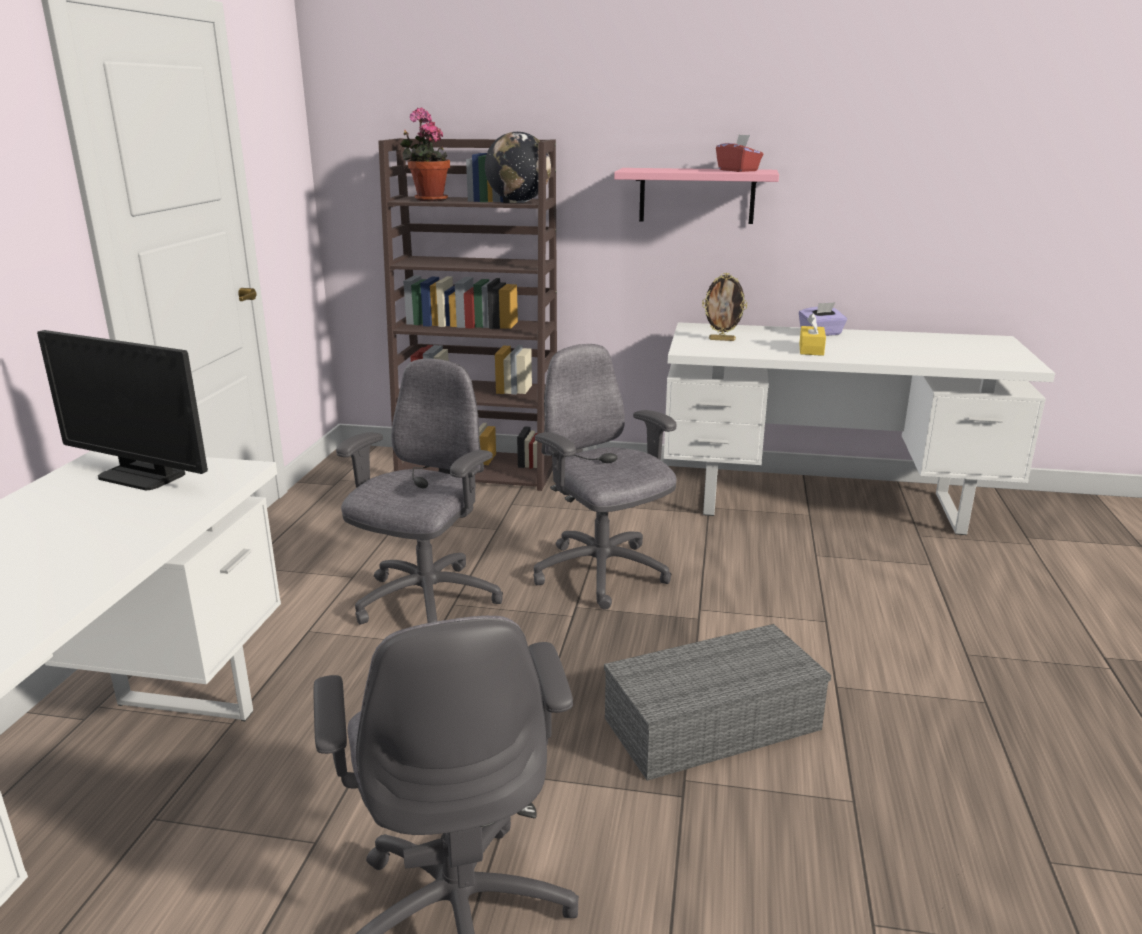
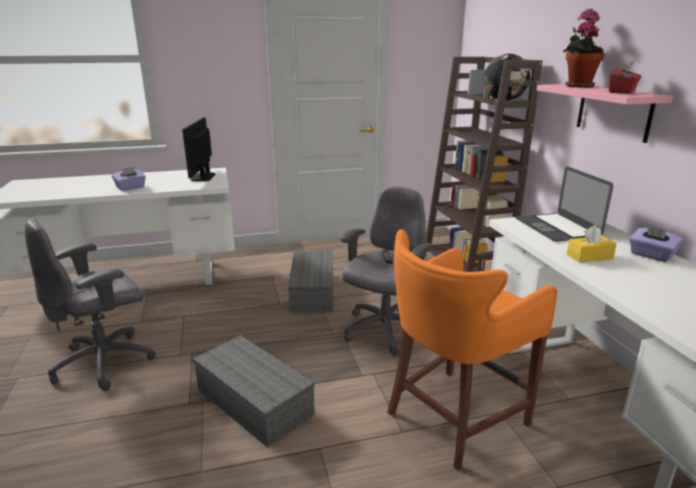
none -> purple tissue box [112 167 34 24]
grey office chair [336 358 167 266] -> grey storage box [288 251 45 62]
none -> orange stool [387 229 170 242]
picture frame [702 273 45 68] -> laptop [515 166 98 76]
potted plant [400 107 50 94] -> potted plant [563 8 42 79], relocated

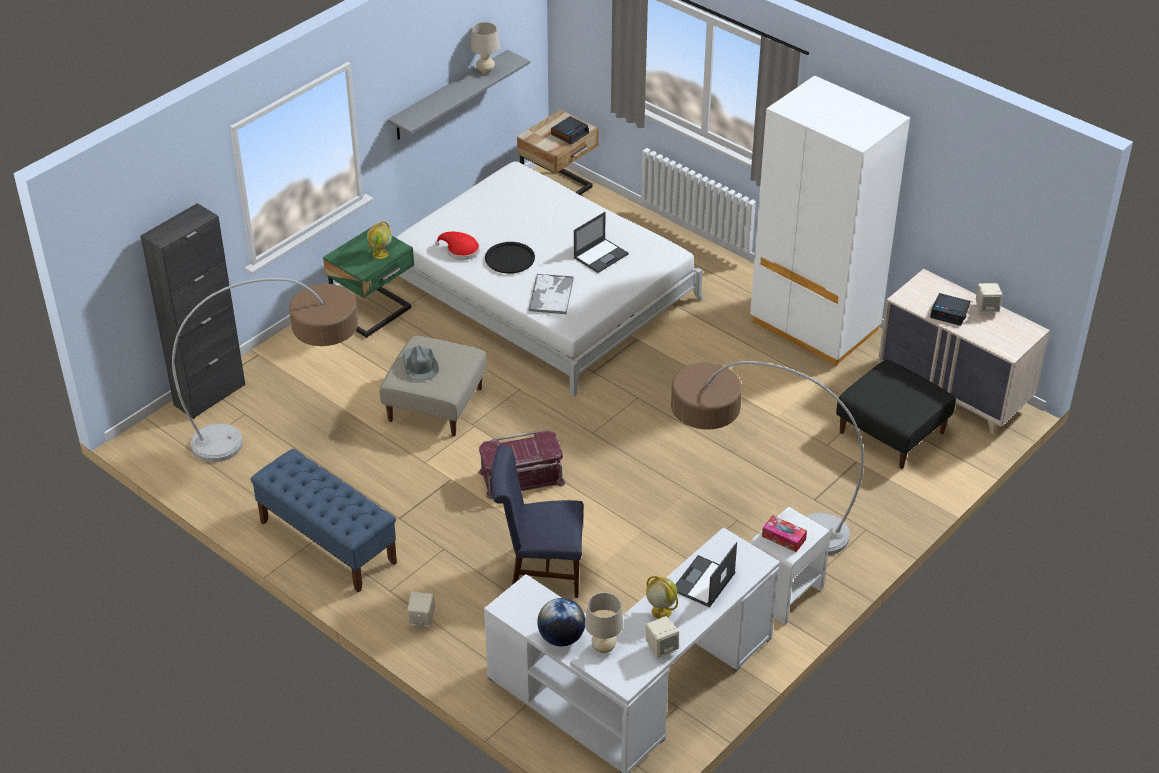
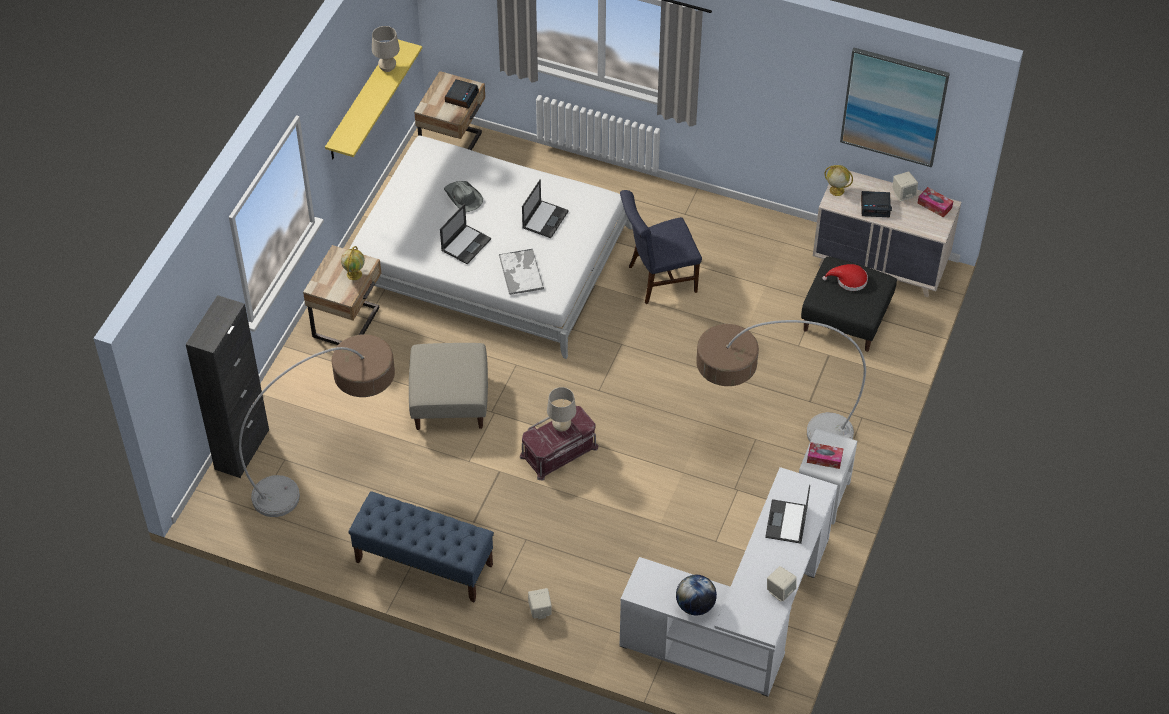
green nightstand [323 228 91 110] -> beige nightstand [303 245 78 100]
grey shelf [388 50 142 90] -> yellow shelf [325 40 97 119]
black tray [485 242 50 32] -> laptop [440 204 51 60]
grey hat [403 345 36 35] -> grey hat [444 181 39 31], relocated
beige table lamp [585 592 39 61] -> beige table lamp [547 387 29 45], relocated
blue chair [491 444 93 154] -> blue chair [620 190 82 114], relocated
red hat [435 232 44 28] -> red hat [822 264 46 27], relocated
globe [646 576 32 43] -> globe [825 165 28 31], relocated
none -> picture [840 48 110 119]
none -> tissue box [917 187 36 31]
white wardrobe [750 75 160 291] -> none

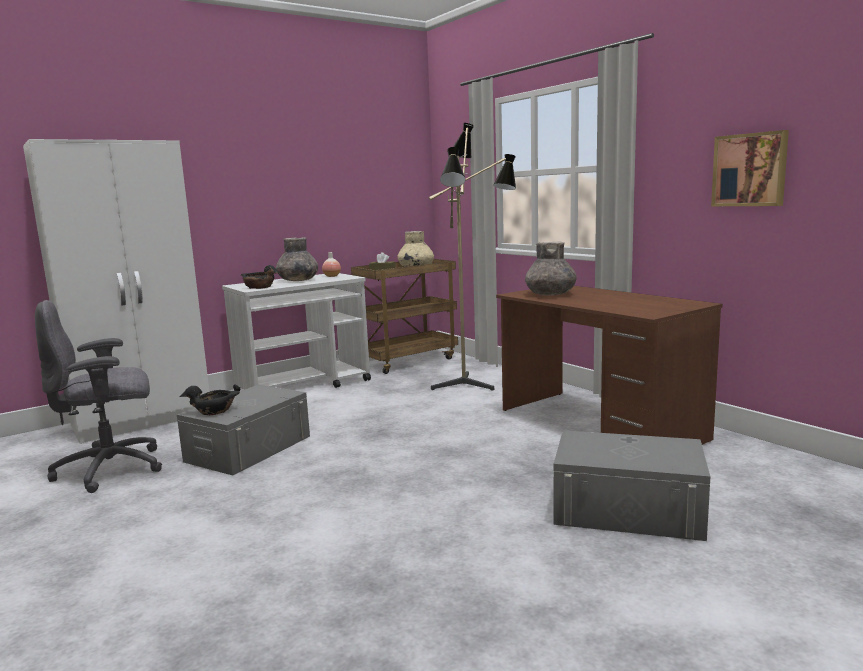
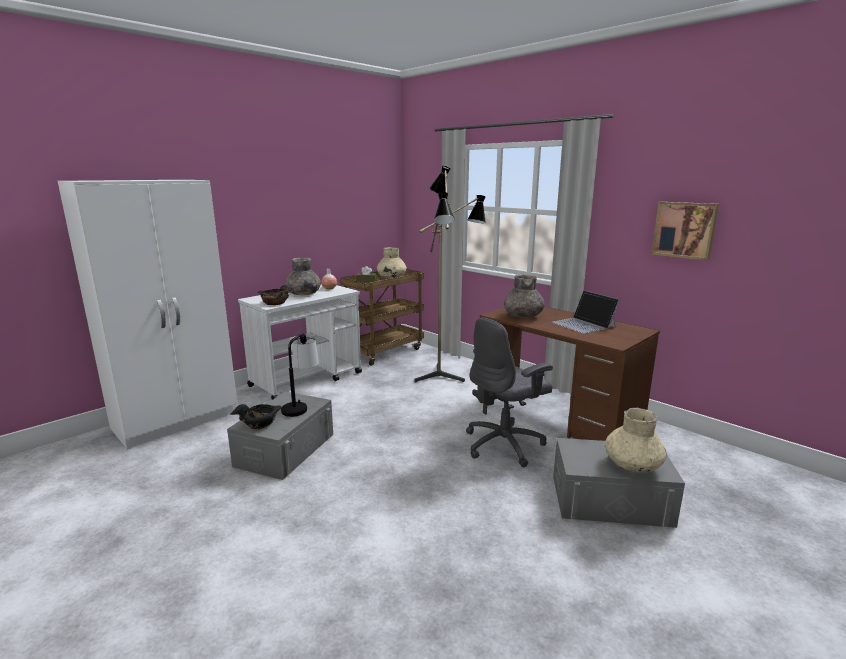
none -> table lamp [281 333 38 84]
grey office chair [35 300 127 193] -> grey office chair [466 317 87 150], relocated
none -> laptop [552 290 68 44]
none -> beige vase [605 408 62 65]

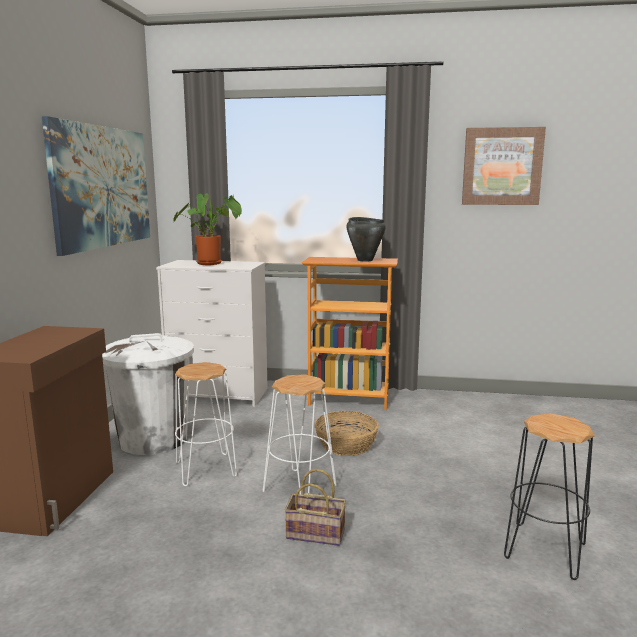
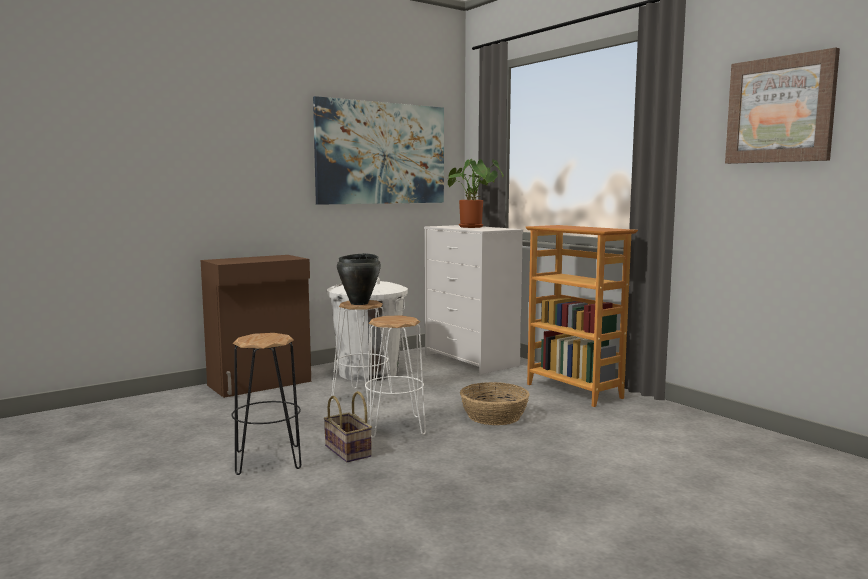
black stool [504 413 91 167] -> black stool [231 333 70 142], relocated
black cooking pot [346 217 40 44] -> black cooking pot [337 253 44 52], relocated

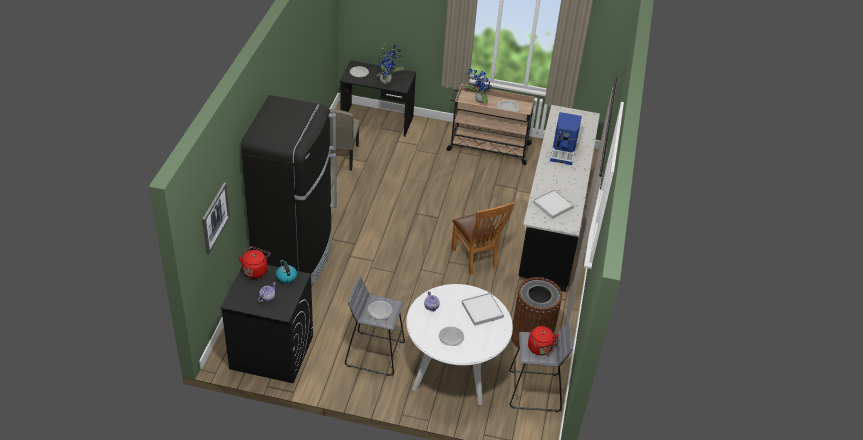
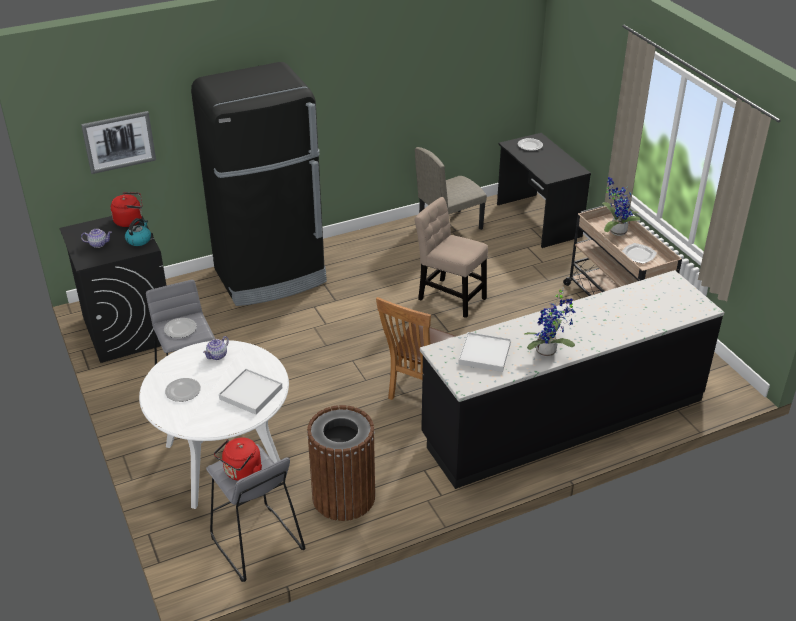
none -> beige chair [414 197 74 121]
potted plant [377 44 27 40] -> potted plant [524 287 51 70], relocated
coffee machine [550 112 32 53] -> none

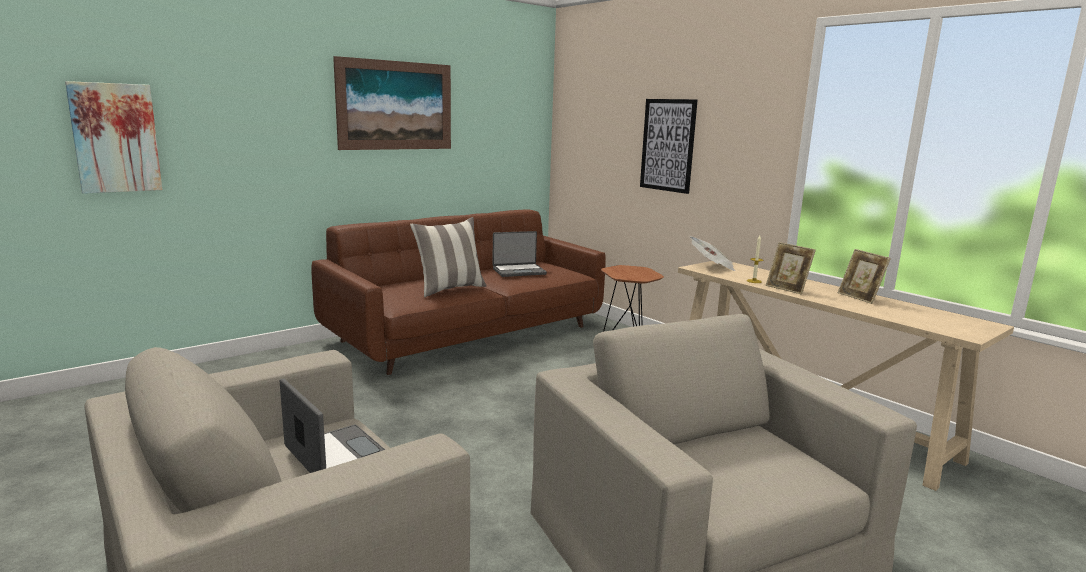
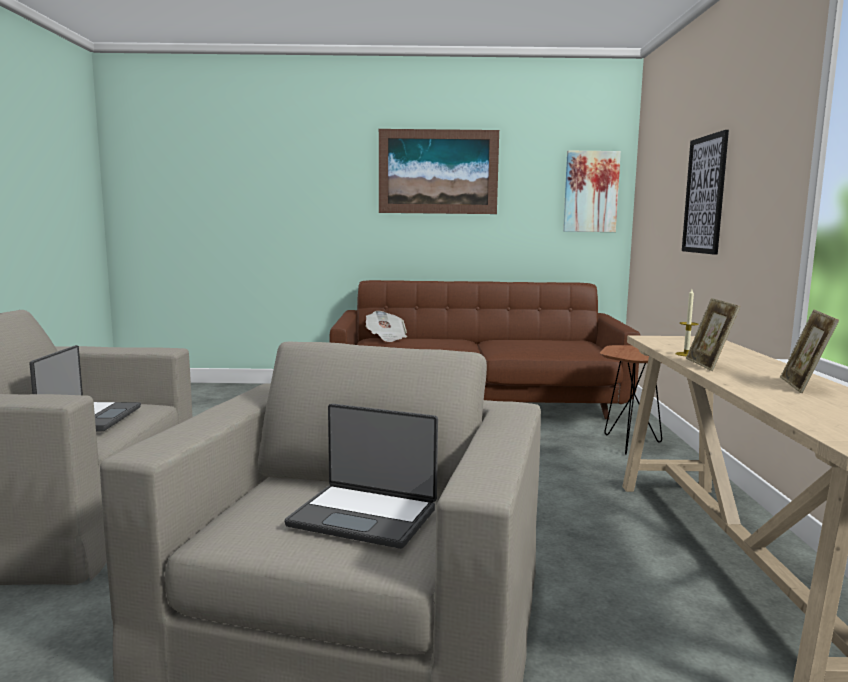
laptop [492 231 55 46] -> laptop [285 403 153 146], relocated
newspaper [689 236 46 35] -> newspaper [365 311 42 31], relocated
picture [65 81 97 113] -> picture [563 150 58 82], relocated
pillow [410 217 77 80] -> none

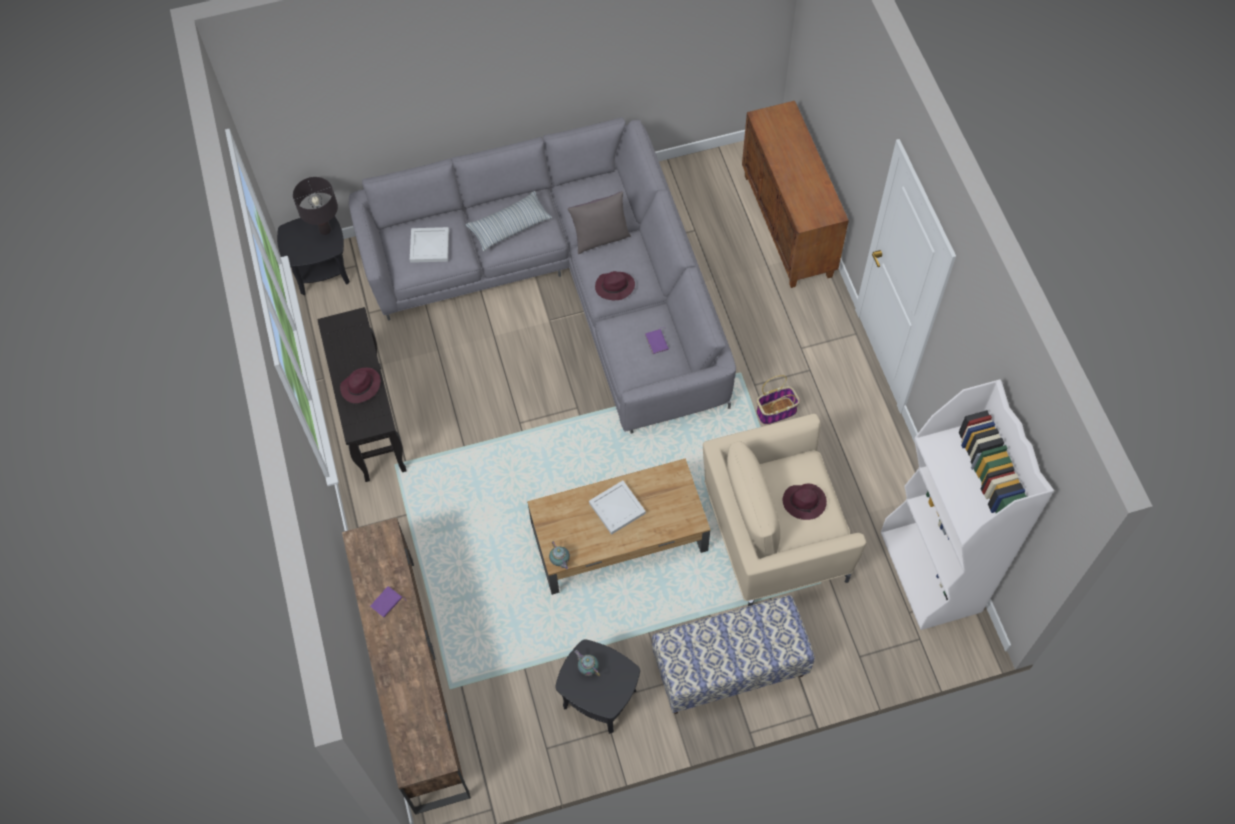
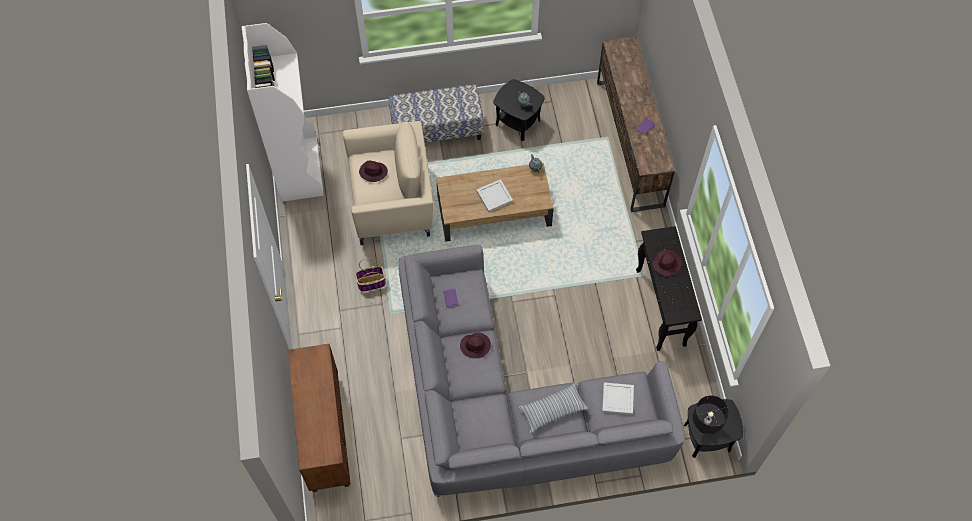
grey pillow [568 191 63 63] -> none

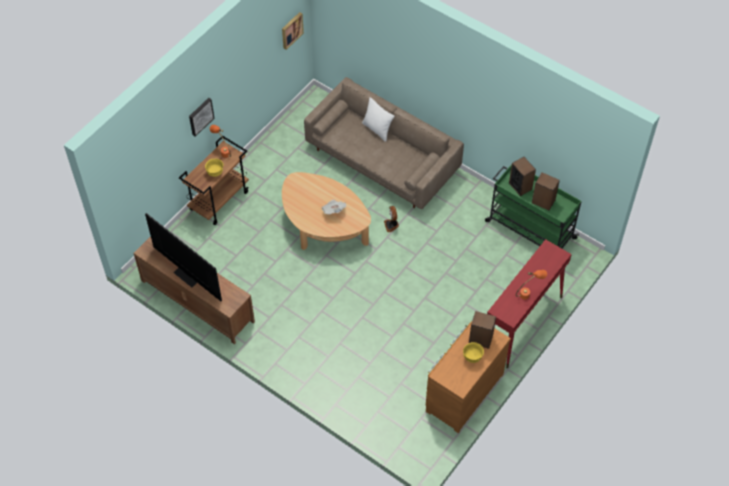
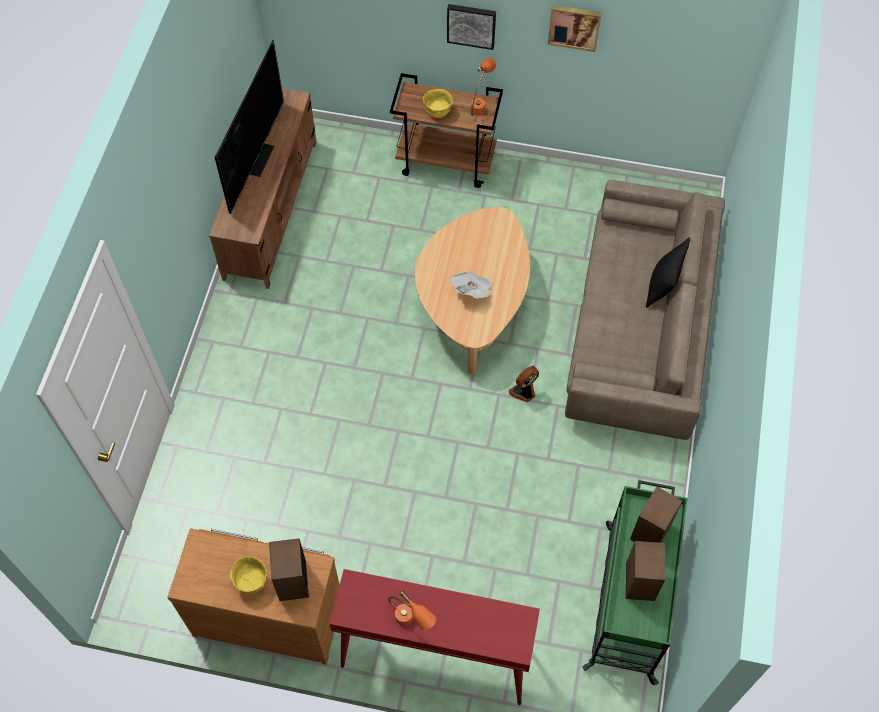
picture [282 12 22 38] -> picture [548 5 54 47], relocated
white pillow [362 97 32 45] -> black pillow [646 237 44 71]

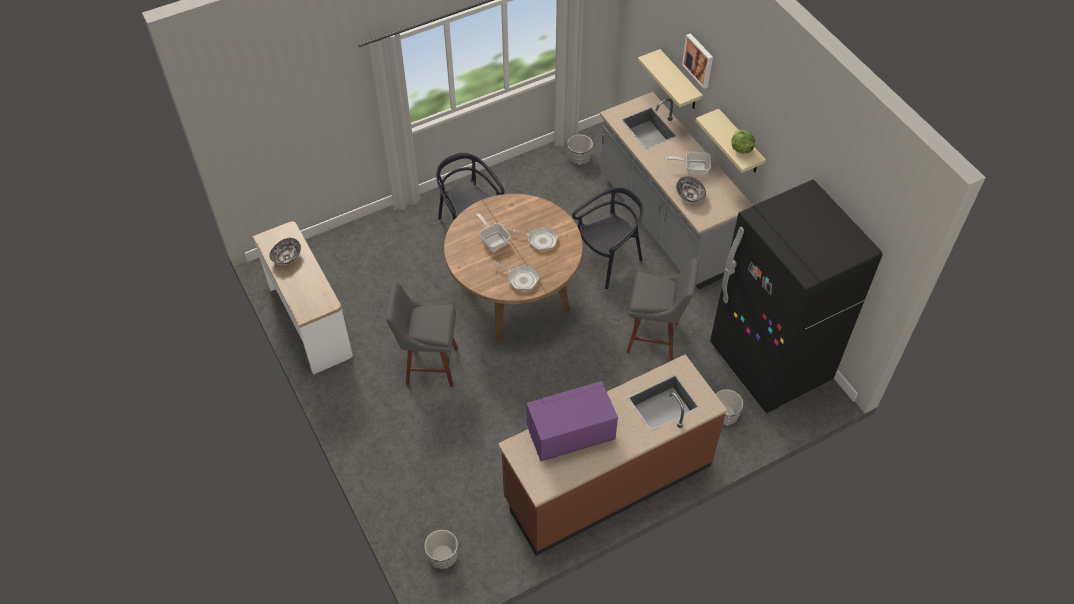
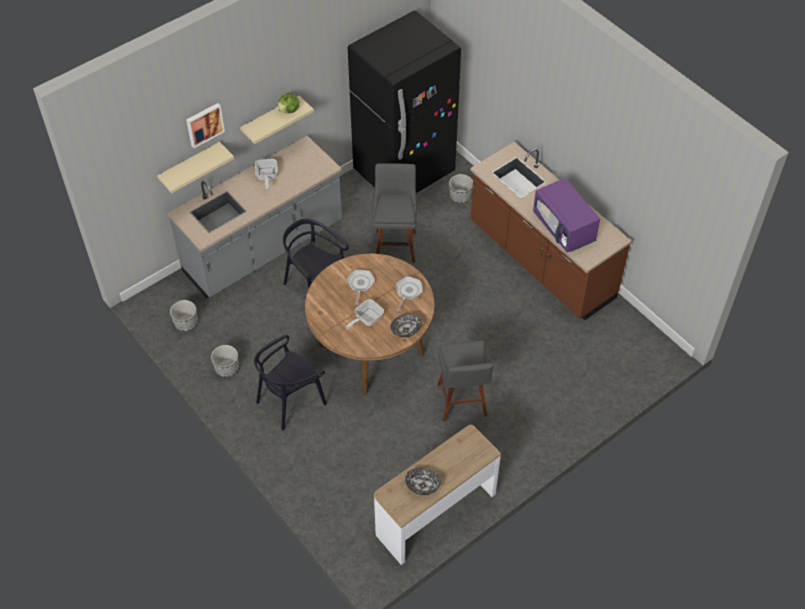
planter [424 530 34 39] -> planter [211 345 28 32], relocated
bowl [676 176 30 26] -> bowl [390 313 32 24], relocated

